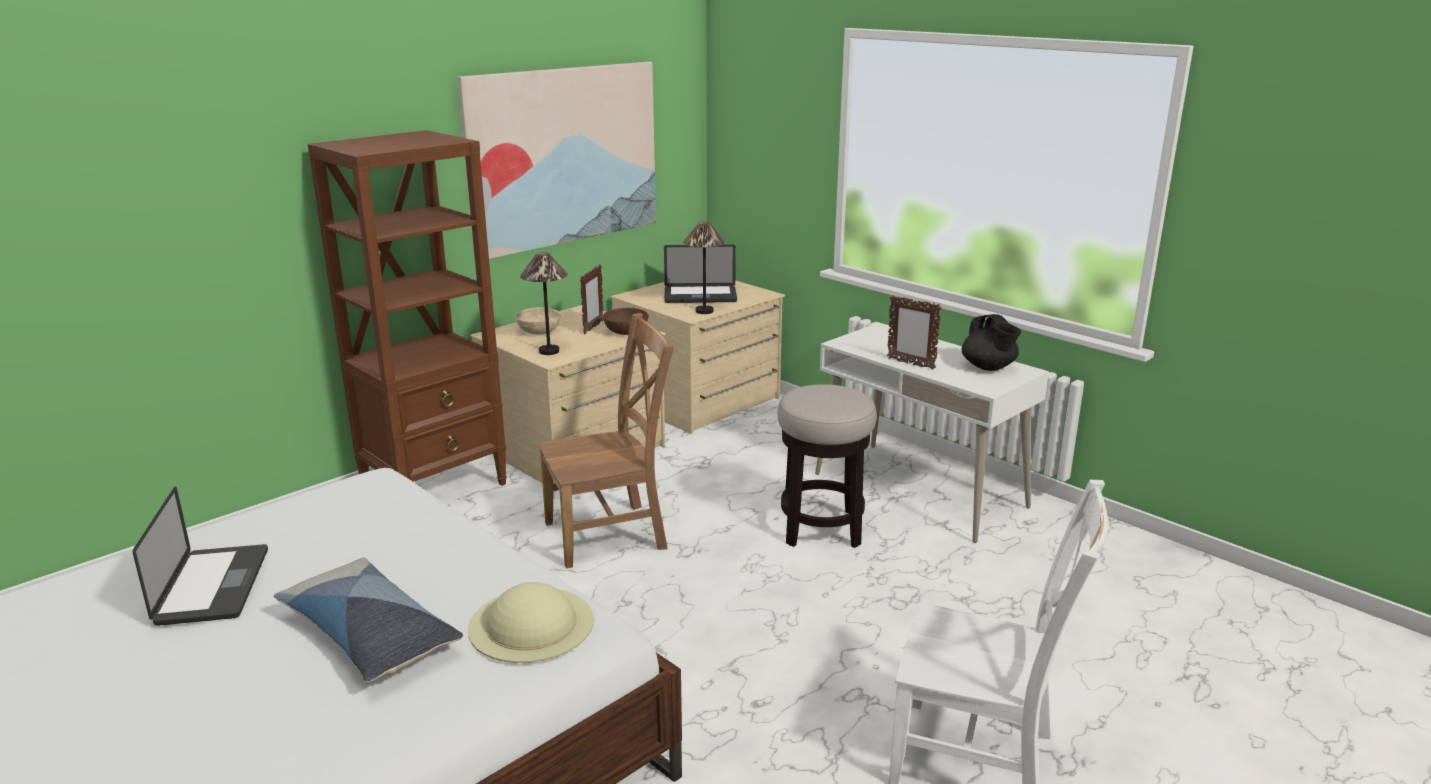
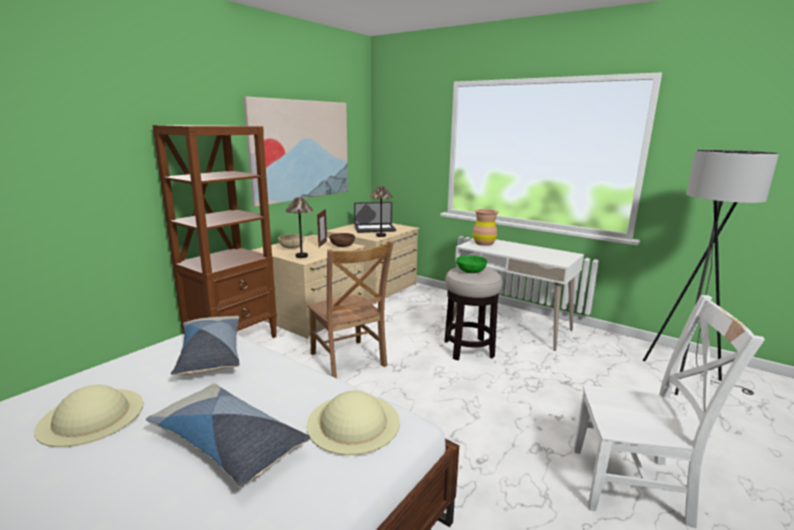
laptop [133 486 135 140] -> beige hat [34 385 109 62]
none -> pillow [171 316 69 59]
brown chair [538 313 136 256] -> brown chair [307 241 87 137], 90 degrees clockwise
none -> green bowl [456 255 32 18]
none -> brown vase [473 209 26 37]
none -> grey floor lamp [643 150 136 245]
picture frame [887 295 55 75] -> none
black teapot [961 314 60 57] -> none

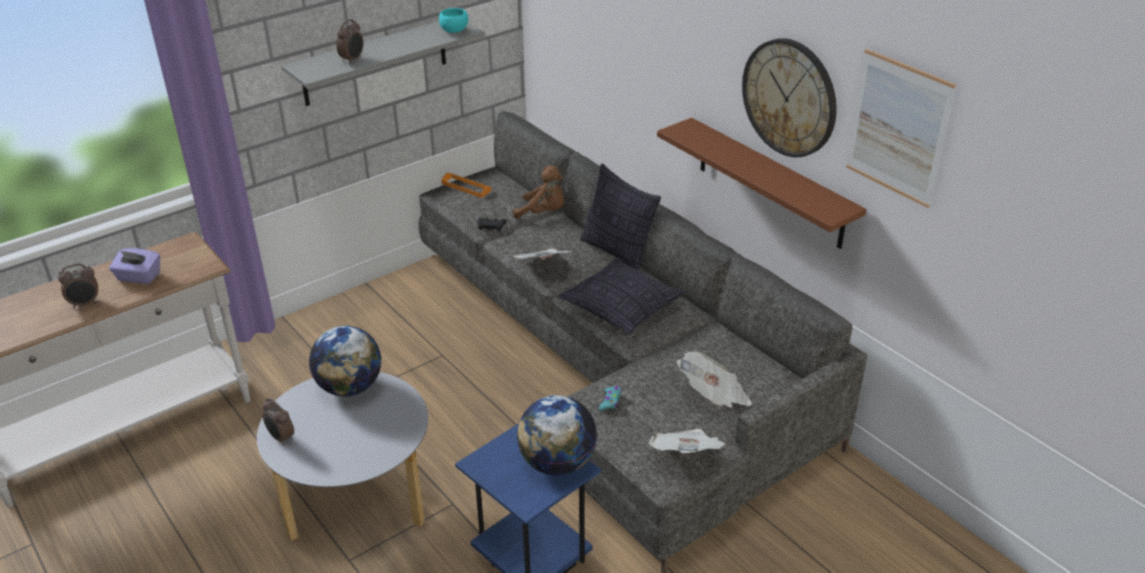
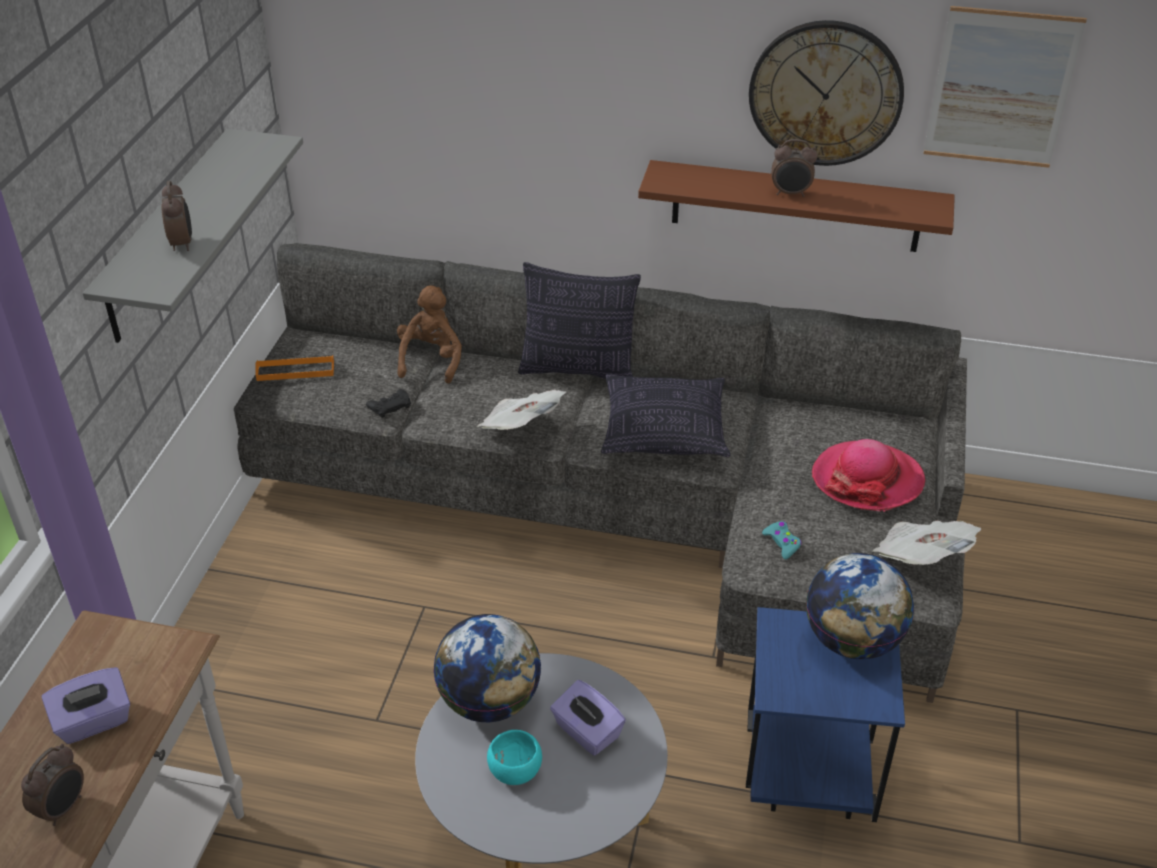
brown plush toy [513 166 51 53] -> brown plush toy [397 286 65 98], 60 degrees counterclockwise
turquoise bowl [439 8 29 25] -> turquoise bowl [487 730 55 55], relocated
none -> purple tissue box [550 680 76 76]
alarm clock [263 398 31 47] -> alarm clock [771 139 47 58], relocated
newspaper [677 351 75 57] -> hat [812 439 113 73]

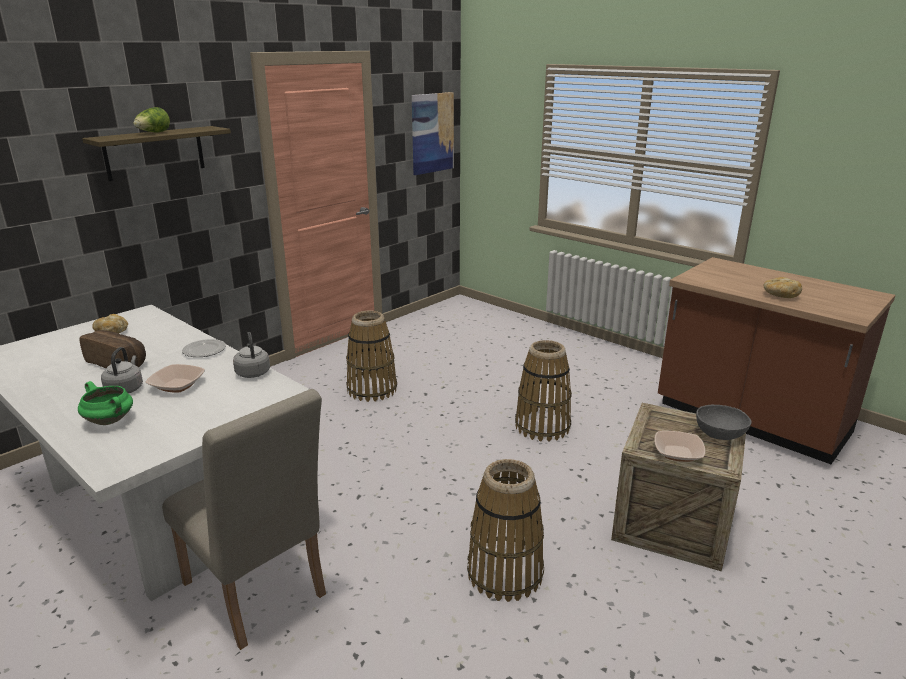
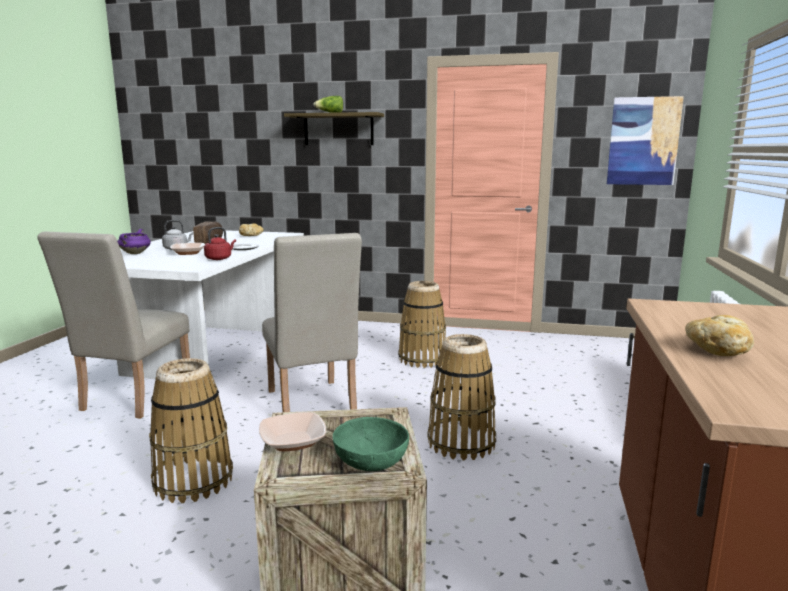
green cooking pot [78 381 55 44] -> purple cooking pot [117 229 34 25]
grey kettle [233 332 37 46] -> red kettle [204 227 32 33]
none -> beige chair [262 233 100 179]
grey bowl [696 405 56 35] -> green bowl [332 417 77 54]

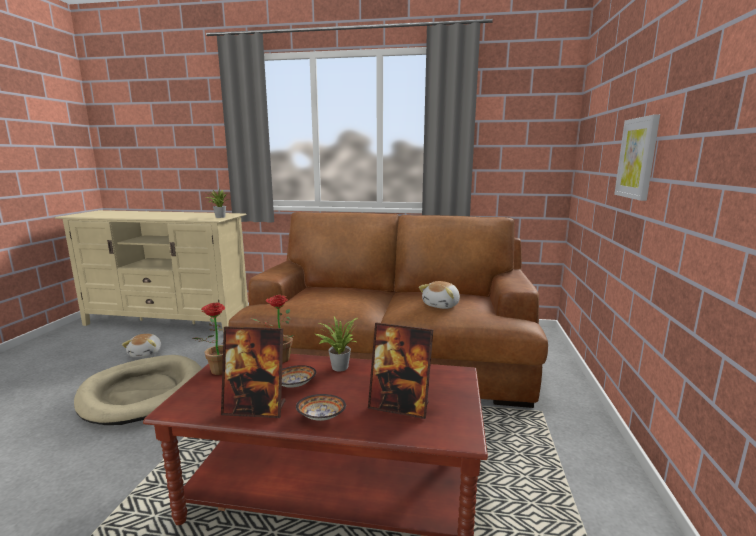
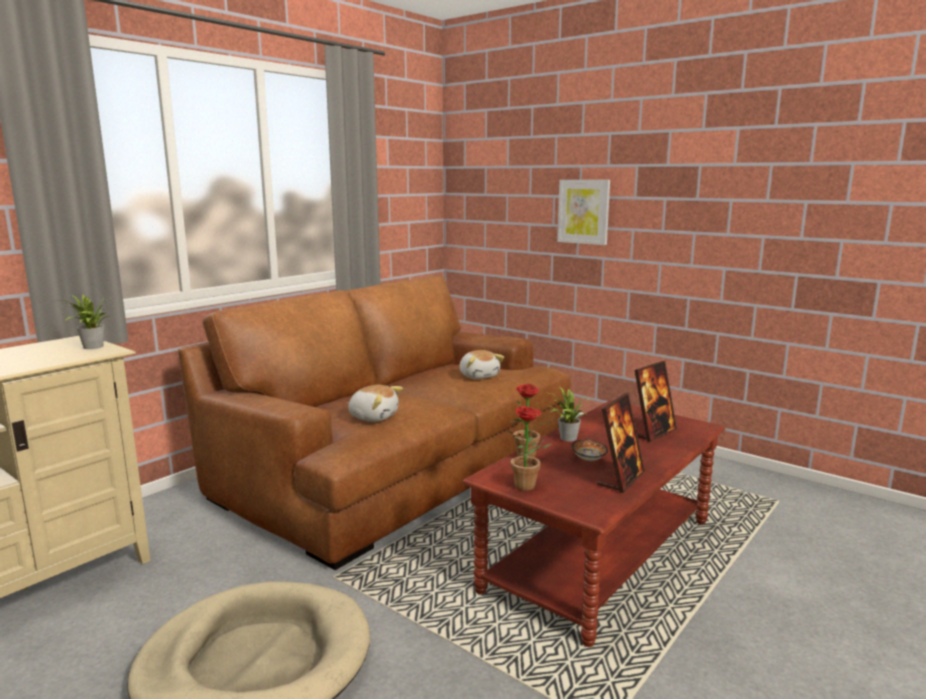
plush toy [122 334 39 23] -> plush toy [347 385 56 37], relocated
bowl [296 394 50 27] -> none

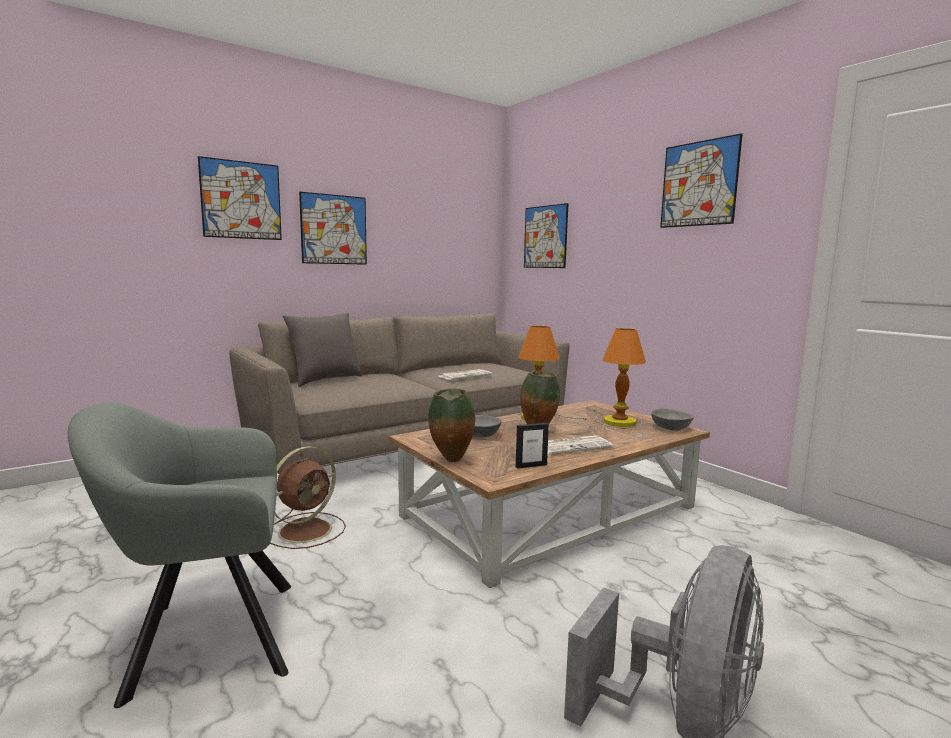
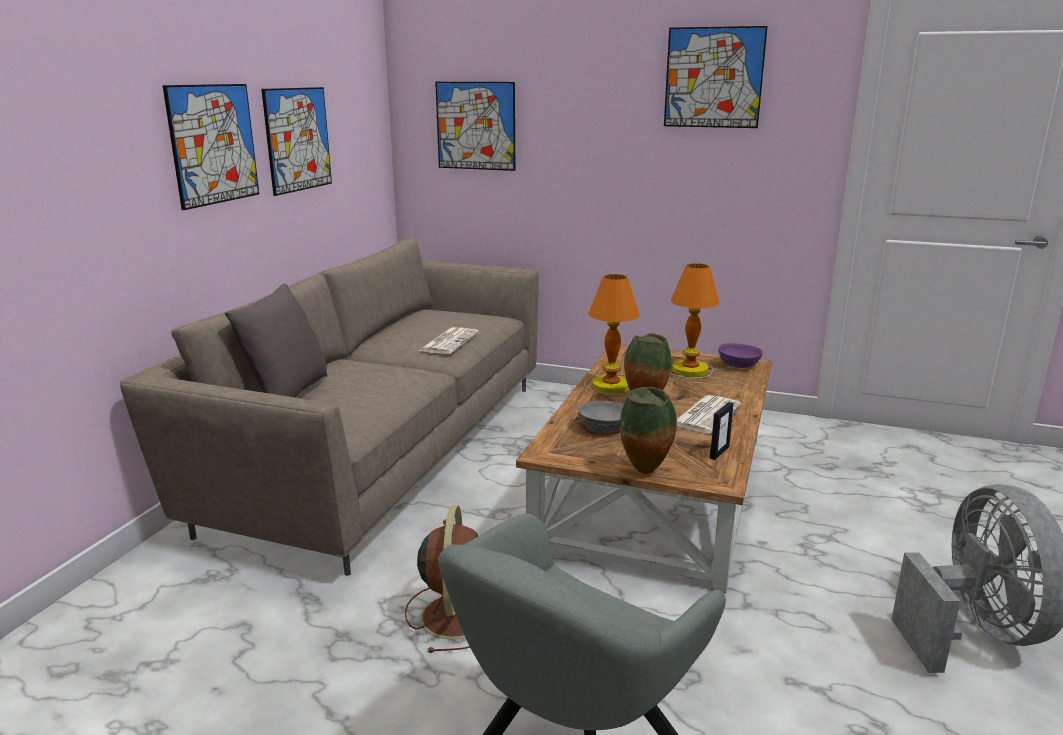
picture [198 156 84 84] -> picture [261 87 71 109], relocated
grey bowl [651 408 43 22] -> purple bowl [718 343 45 25]

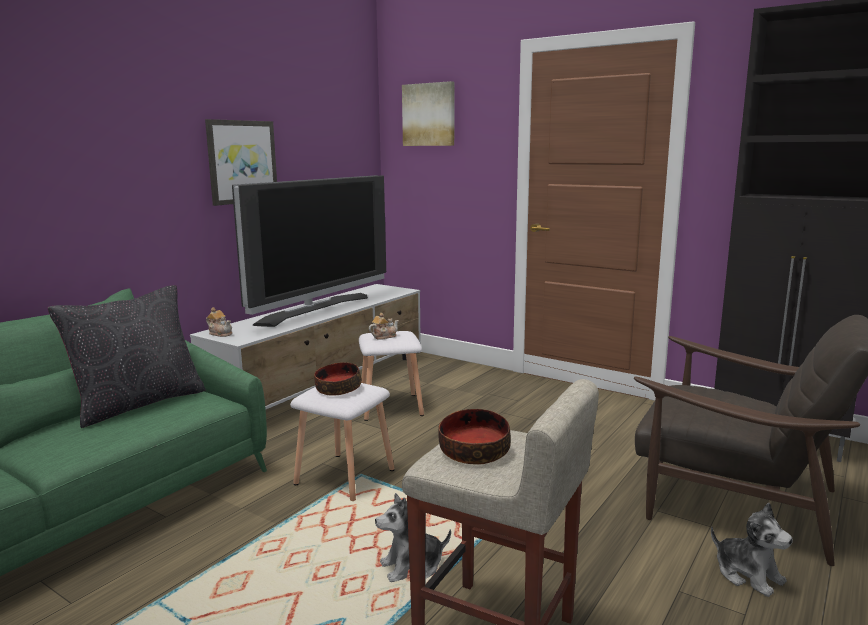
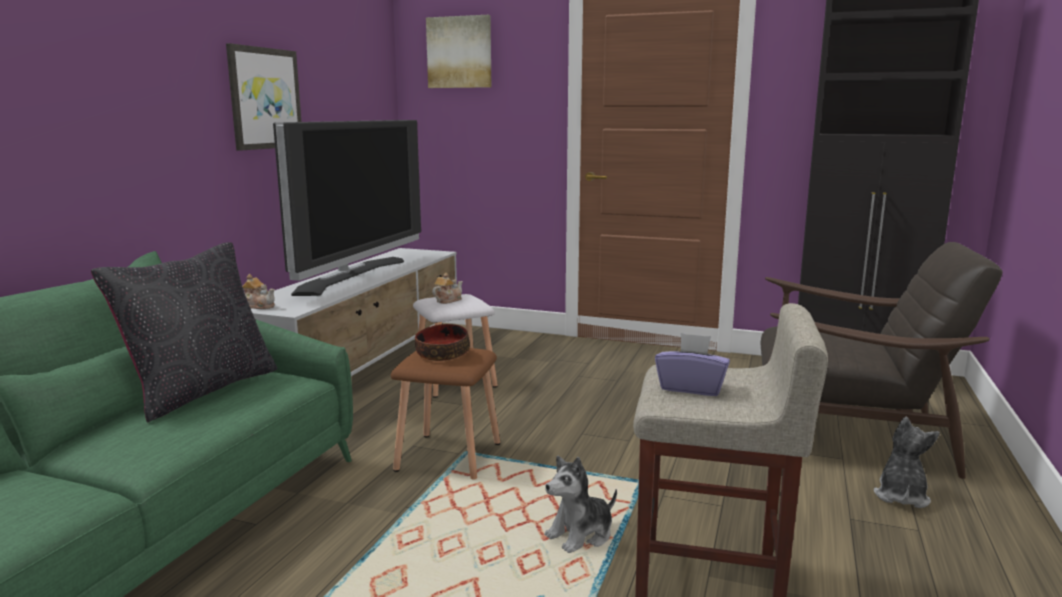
white stool [290 383 105 118] -> brown stool [391 348 109 132]
bowl [438 409 73 55] -> purple tissue box [655 333 75 63]
plush toy [711 503 82 94] -> plush toy [873 417 67 91], 105 degrees counterclockwise

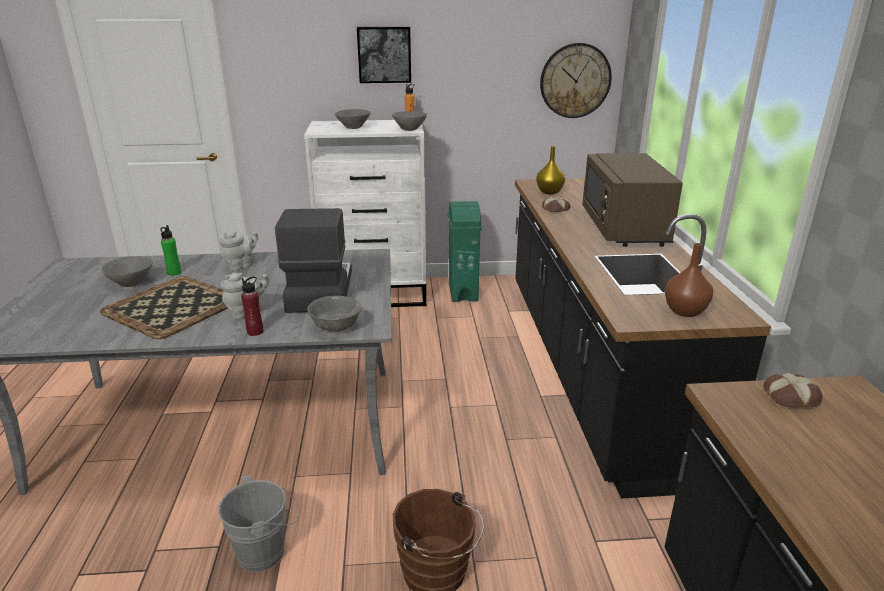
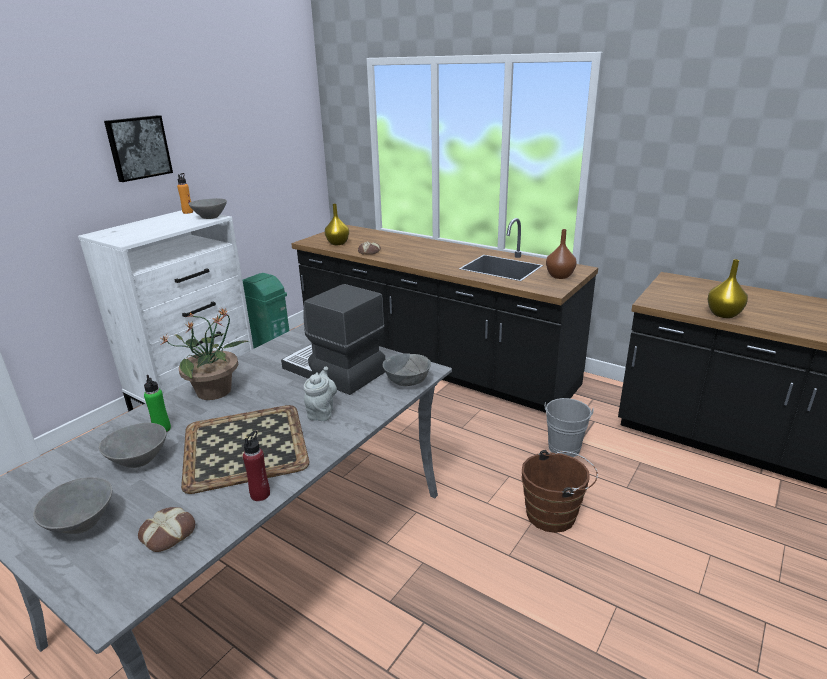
grey bowl [335 109 35 20] -> grey bowl [33 477 79 57], relocated
bread [763 373 59 35] -> bread [138 507 57 45], relocated
grey teapot [219 230 39 41] -> potted plant [159 309 90 91]
red bottle [241 277 22 59] -> red bottle [243 430 27 71], relocated
grey bucket [218 475 81 97] -> grey bucket [544 398 50 59], relocated
none -> yellow vase [708 259 40 59]
wall clock [540 43 72 75] -> none
brown microwave [582 153 101 94] -> none

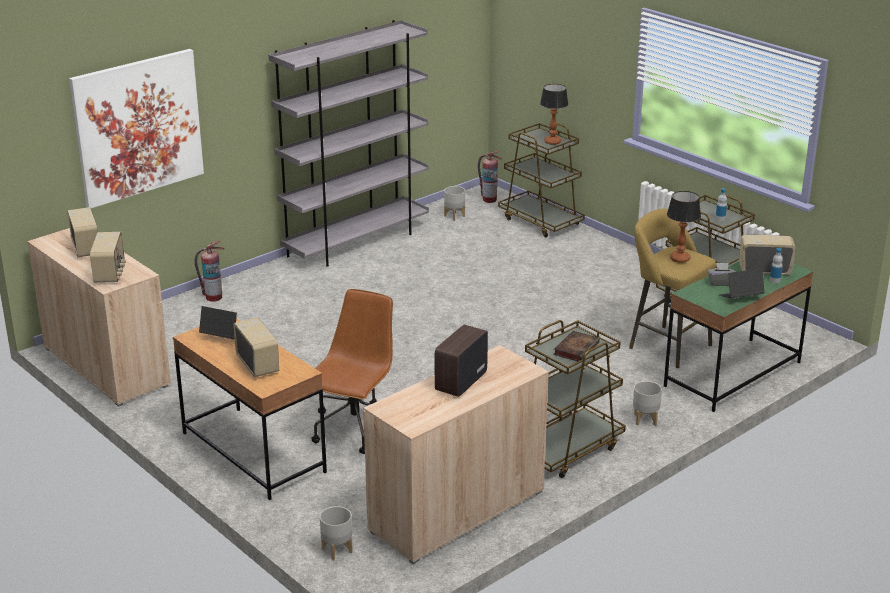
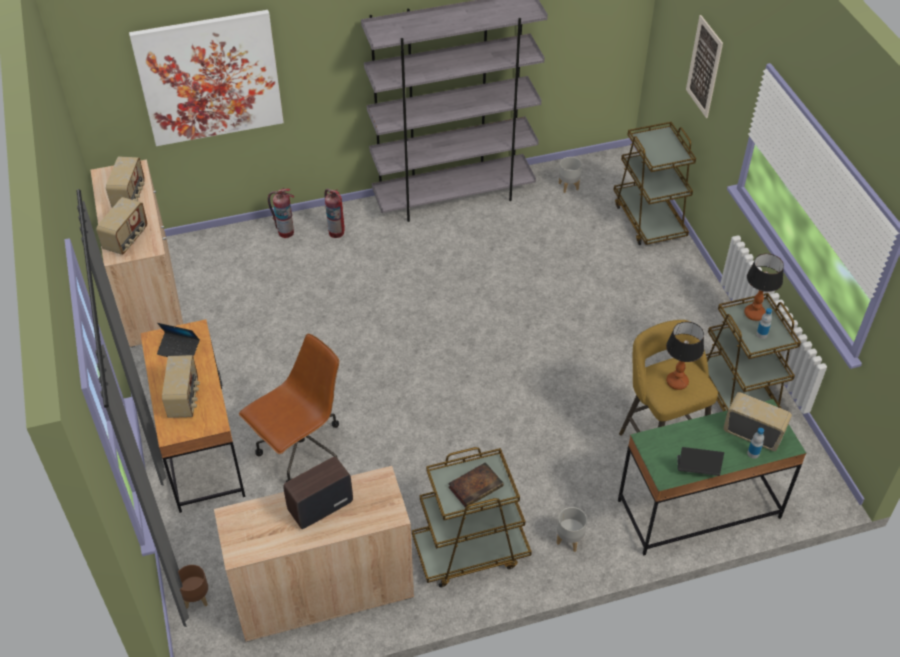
laptop [199 306 38 33] -> laptop [157 323 43 34], 150 degrees clockwise
grey planter [320 506 33 54] -> brown planter [178 565 30 44]
fire extinguisher [478 151 24 52] -> fire extinguisher [324 189 20 49], relocated
none -> picture [686 15 37 103]
table lamp [540 84 28 61] -> table lamp [744 254 40 67], relocated
grey tissue box [707 263 29 23] -> none

